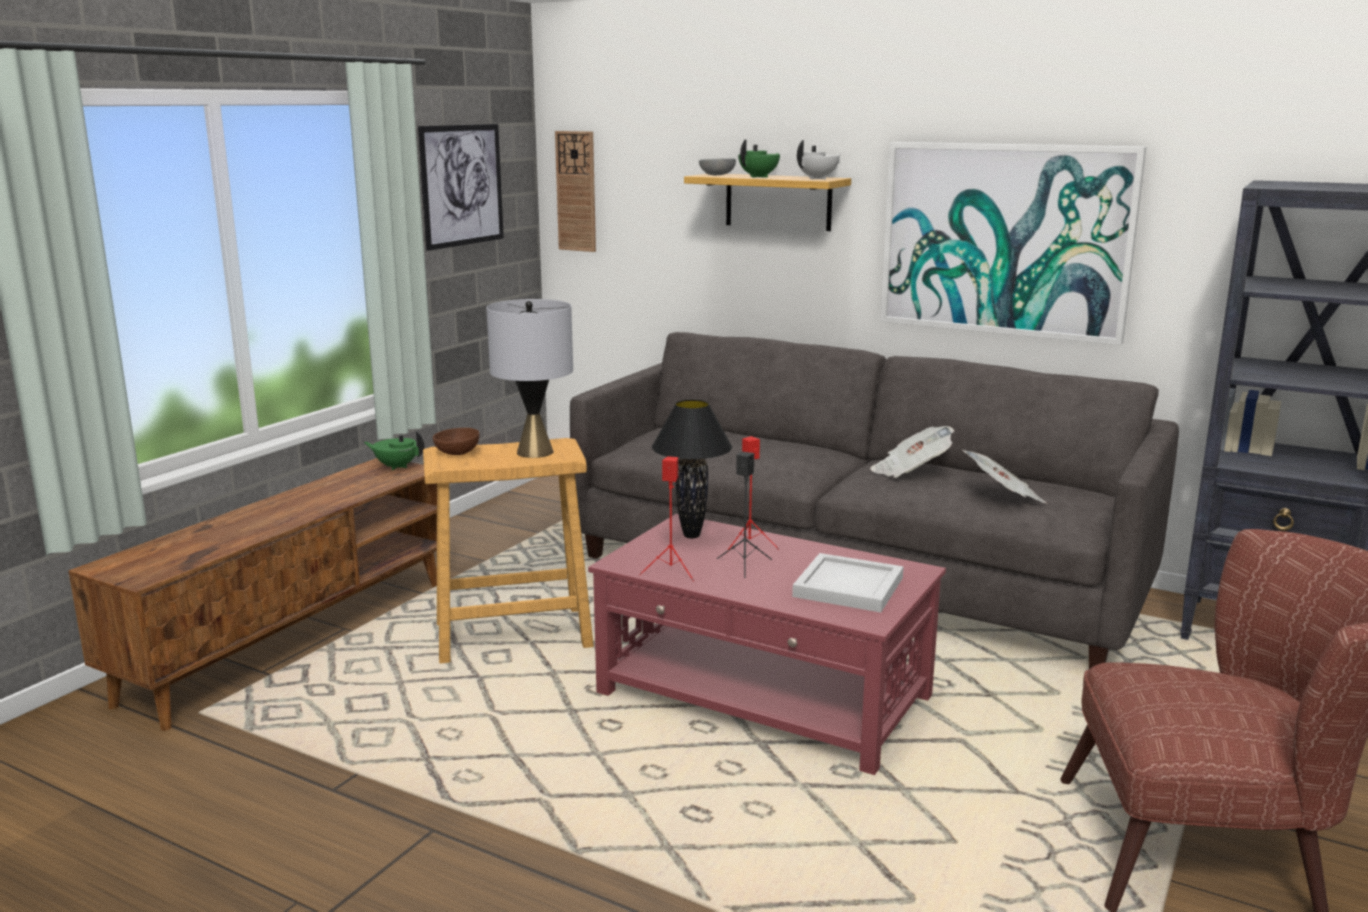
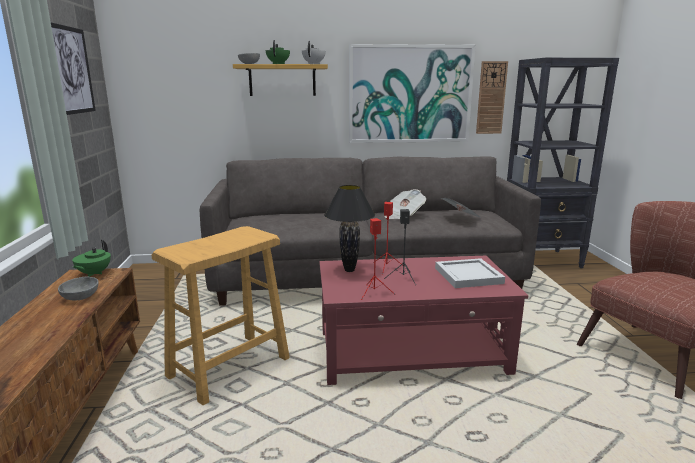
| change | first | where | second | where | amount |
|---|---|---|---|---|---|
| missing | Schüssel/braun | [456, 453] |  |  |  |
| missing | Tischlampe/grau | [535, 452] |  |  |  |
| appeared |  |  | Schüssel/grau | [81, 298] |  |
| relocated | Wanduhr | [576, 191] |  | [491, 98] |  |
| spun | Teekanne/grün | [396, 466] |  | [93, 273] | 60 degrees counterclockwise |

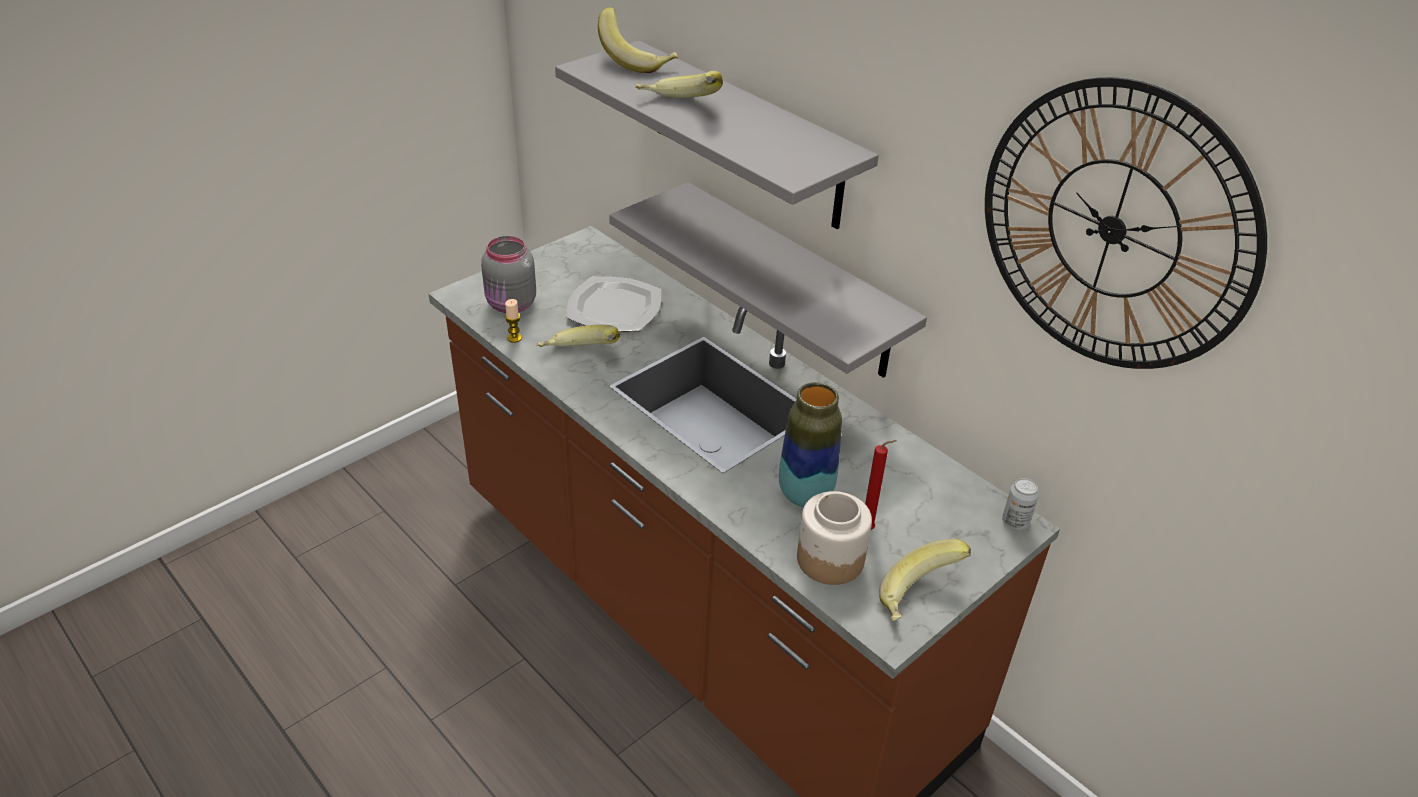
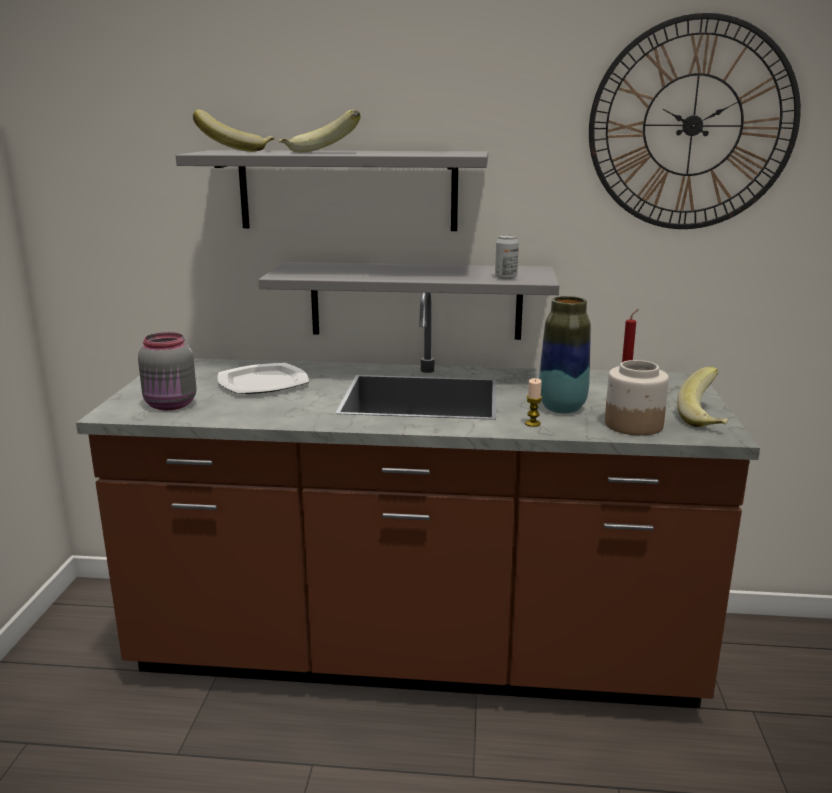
| change | first | where | second | where | amount |
|---|---|---|---|---|---|
| missing | Banane | [579, 357] |  |  |  |
| relocated | Kerze | [514, 338] |  | [532, 424] |  |
| relocated | Dose | [1015, 522] |  | [506, 277] |  |

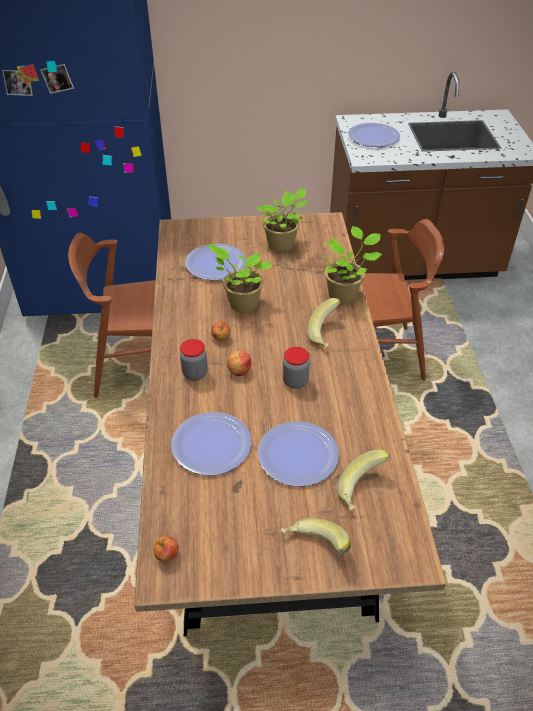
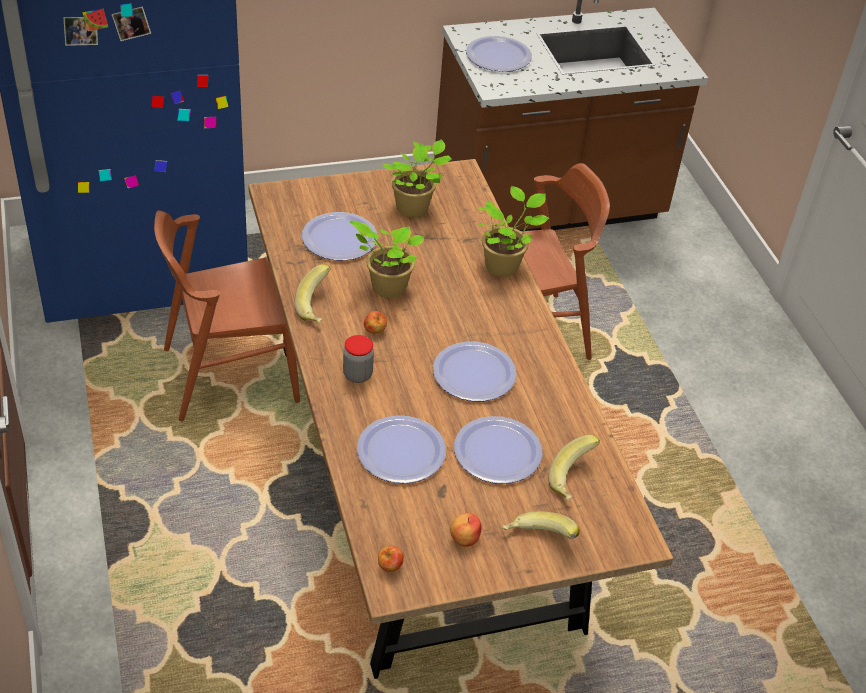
| change | first | where | second | where | amount |
|---|---|---|---|---|---|
| relocated | Apfel | [239, 371] |  | [464, 538] |  |
| relocated | Banane | [326, 334] |  | [317, 307] |  |
| exchanged | Vorratsglas | [295, 381] | Teller | [474, 373] |  |

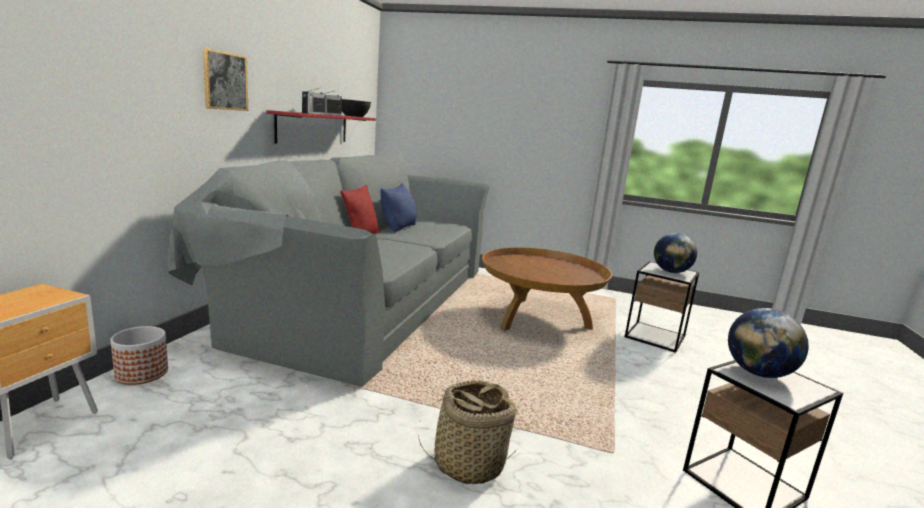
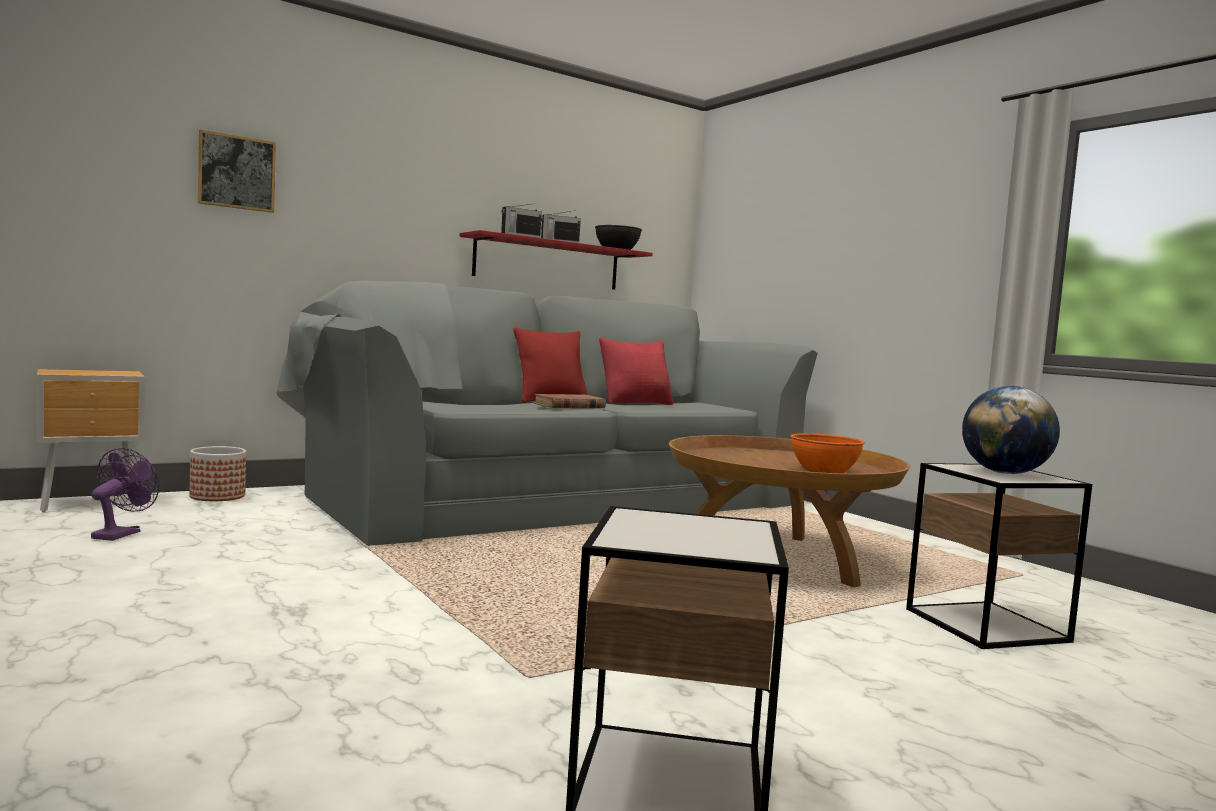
| change | first | where | second | where | amount |
|---|---|---|---|---|---|
| missing | Korb | [468, 463] |  |  |  |
| missing | Globus | [758, 373] |  |  |  |
| appeared |  |  | Ventilator/lila | [120, 534] |  |
| appeared |  |  | Buch/braun | [568, 406] |  |
| appeared |  |  | Schüssel/orange | [824, 470] |  |
| relocated | Bild | [225, 81] |  | [237, 172] |  |
| colour | Kissen/blau | [398, 227] | Kissen/rot | [636, 403] |  |

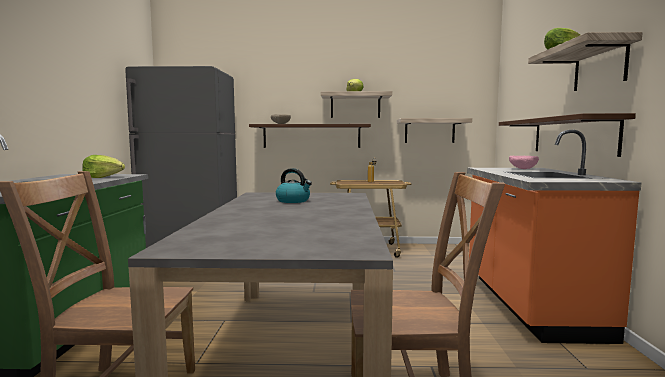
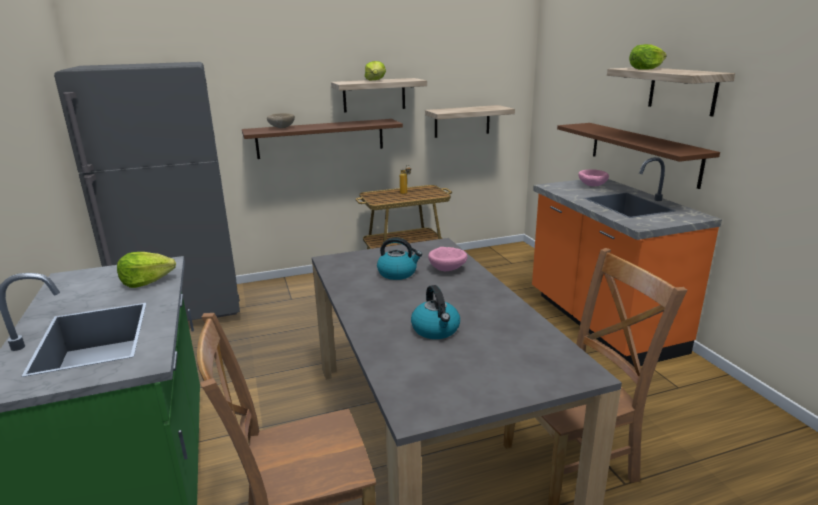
| change | first | where | second | where | amount |
|---|---|---|---|---|---|
| appeared |  |  | Wasserkessel | [436, 330] |  |
| appeared |  |  | Schüssel/rosa | [448, 269] |  |

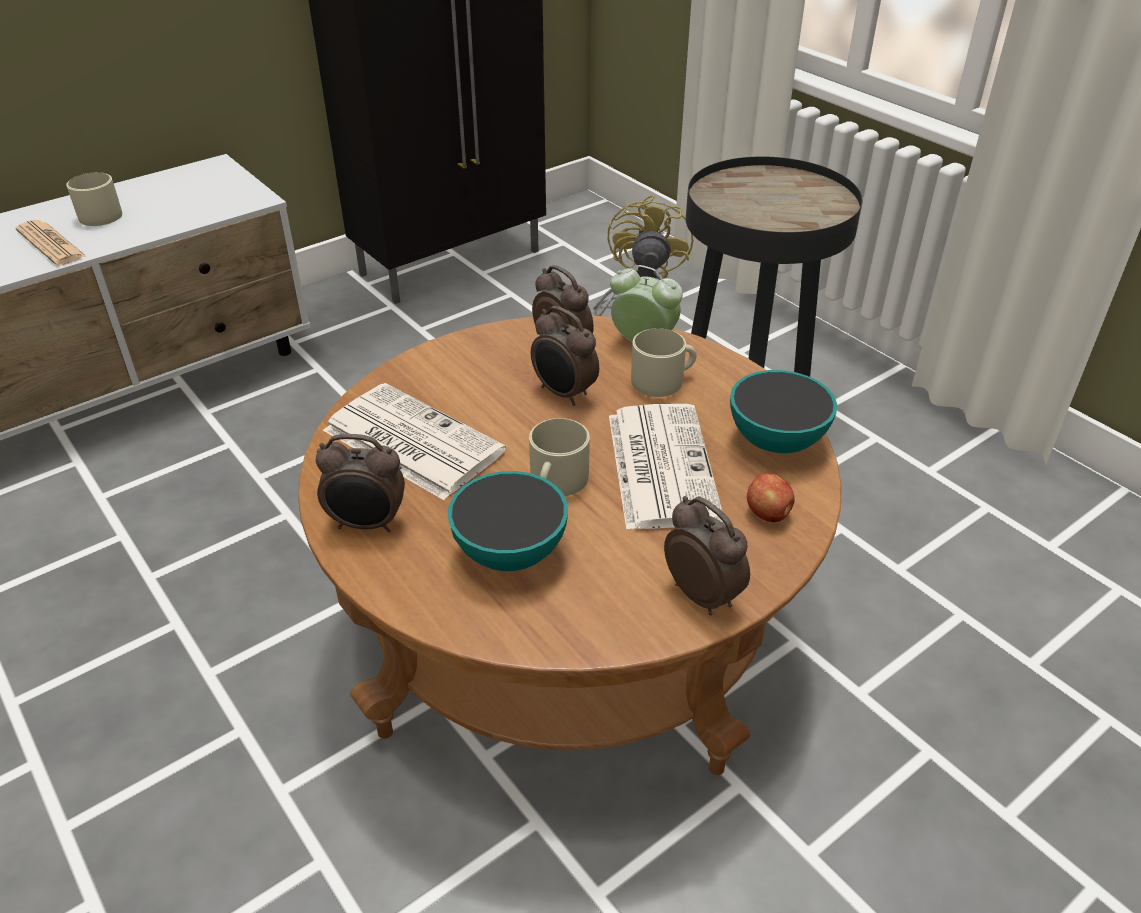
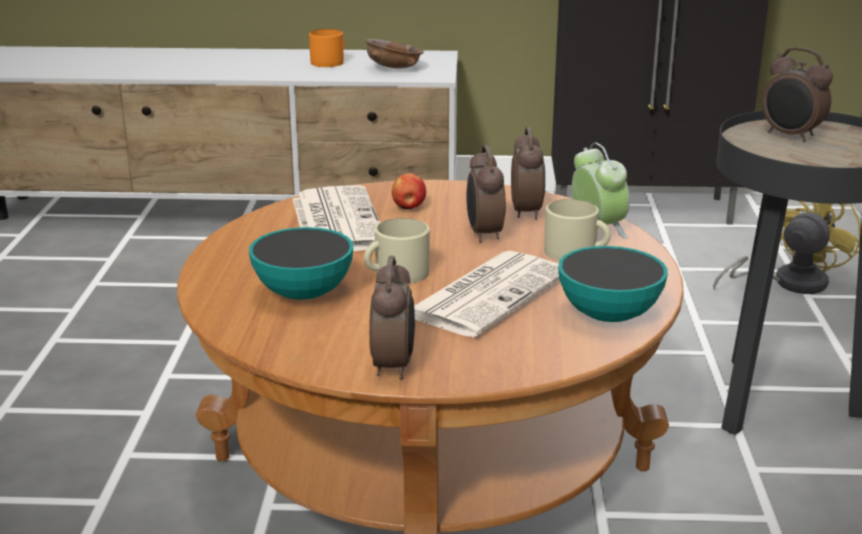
| change | first | where | second | where | amount |
|---|---|---|---|---|---|
| missing | Zeitung | [51, 244] |  |  |  |
| appeared |  |  | Schüssel/braun | [393, 68] |  |
| relocated | Wecker | [367, 524] |  | [790, 136] |  |
| relocated | Apfel | [768, 514] |  | [408, 207] |  |
| colour | Henkelbecher/beige | [102, 213] | Henkelbecher/orange | [330, 62] |  |

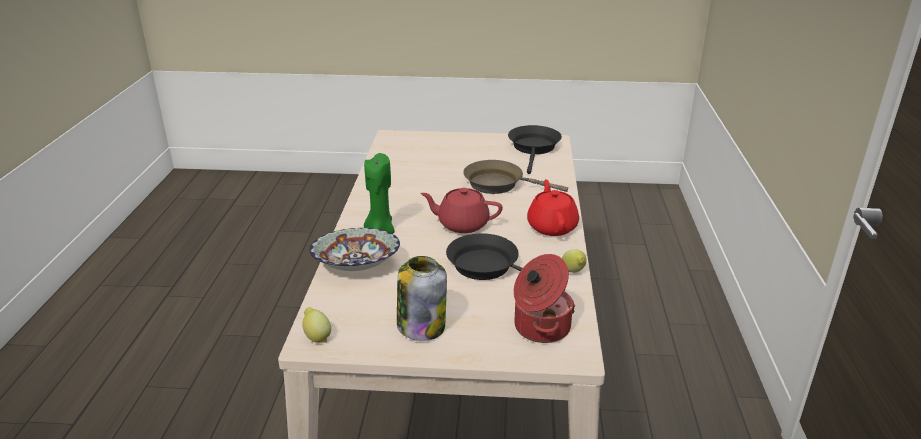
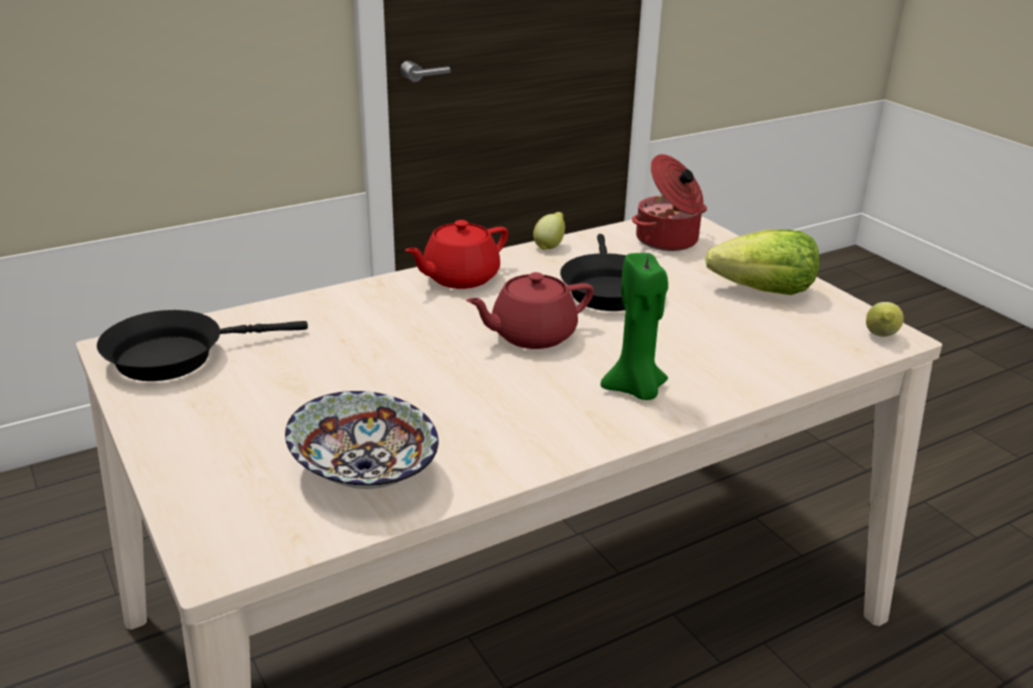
| change | first | where | second | where | amount |
|---|---|---|---|---|---|
| missing | Pfanne/braun | [498, 184] |  |  |  |
| relocated | Schüssel | [356, 267] |  | [365, 472] |  |
| exchanged | Vorratsglas | [421, 325] | Salatkopf | [764, 291] |  |
| spun | Teekanne/rot | [462, 224] |  | [531, 335] | 90 degrees clockwise |

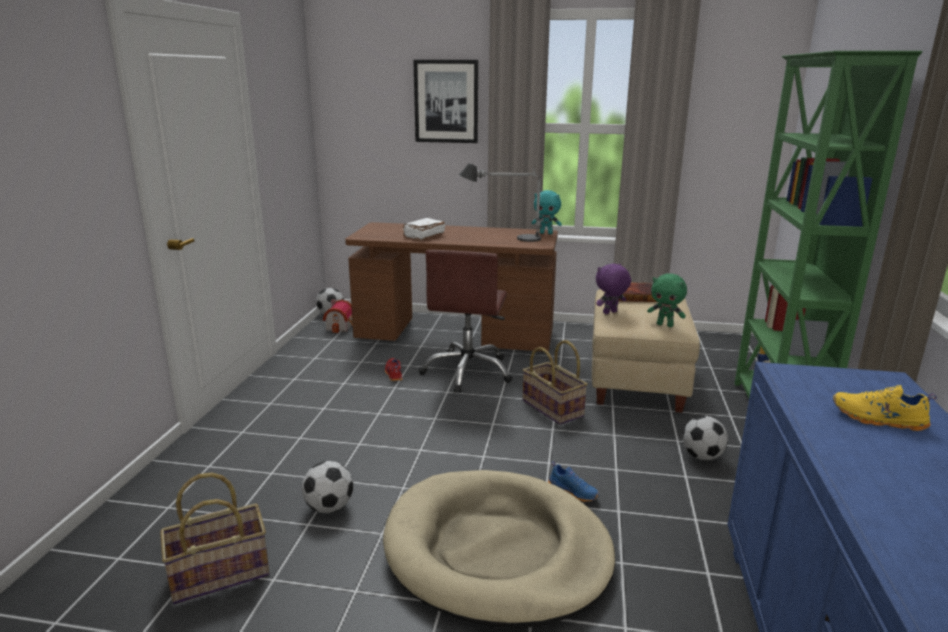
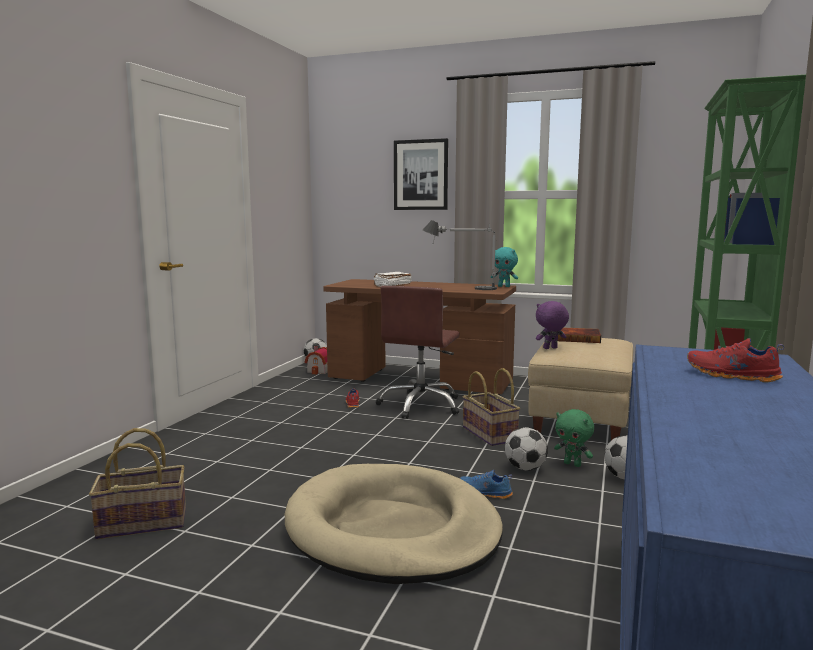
| change | first | where | second | where | amount |
|---|---|---|---|---|---|
| relocated | Fußball | [329, 507] |  | [525, 468] |  |
| relocated | Plüschtier/grün | [665, 325] |  | [573, 464] |  |
| colour | Schuh/gelb | [878, 420] | Schuh/rot | [731, 376] |  |
| spun | Schuh/blau | [573, 491] |  | [484, 493] | 150 degrees clockwise |

